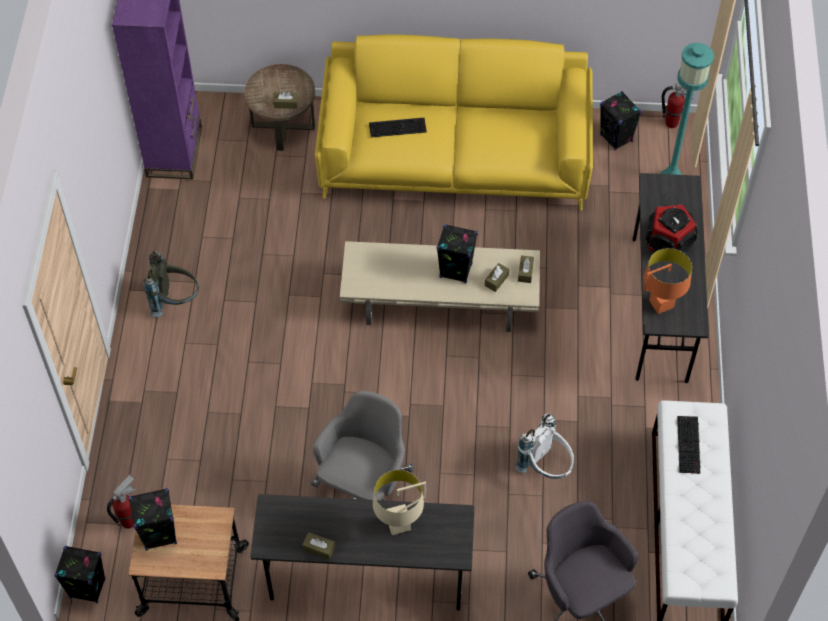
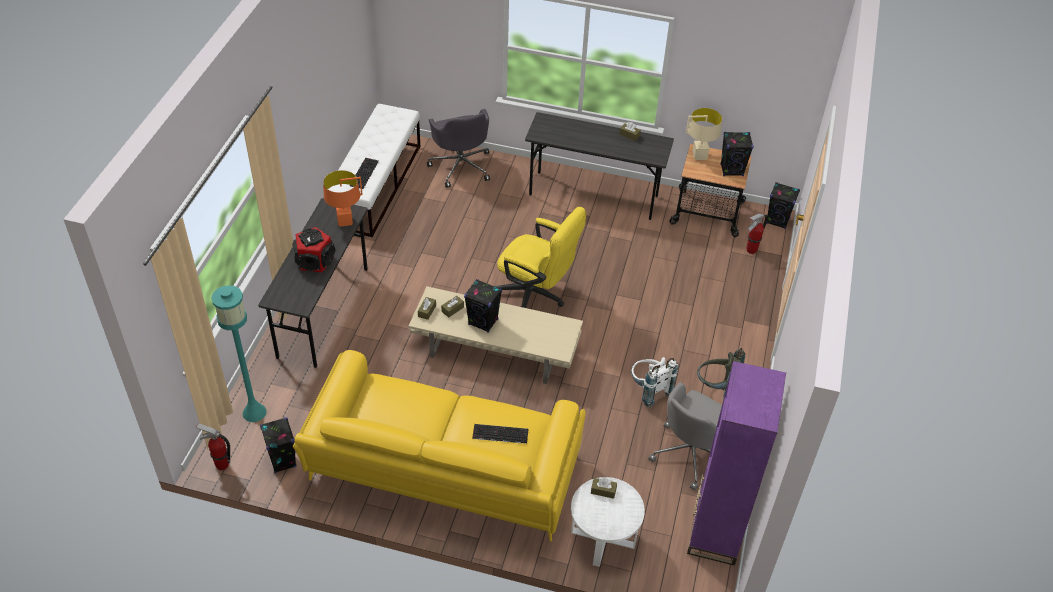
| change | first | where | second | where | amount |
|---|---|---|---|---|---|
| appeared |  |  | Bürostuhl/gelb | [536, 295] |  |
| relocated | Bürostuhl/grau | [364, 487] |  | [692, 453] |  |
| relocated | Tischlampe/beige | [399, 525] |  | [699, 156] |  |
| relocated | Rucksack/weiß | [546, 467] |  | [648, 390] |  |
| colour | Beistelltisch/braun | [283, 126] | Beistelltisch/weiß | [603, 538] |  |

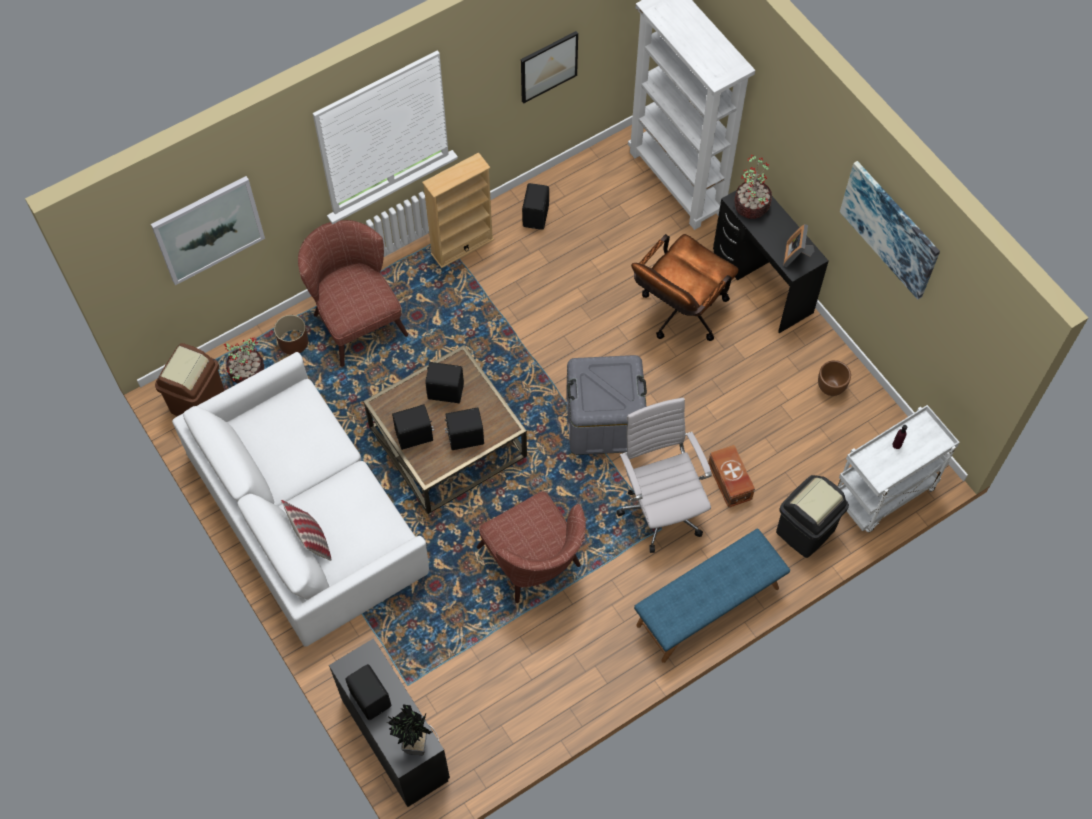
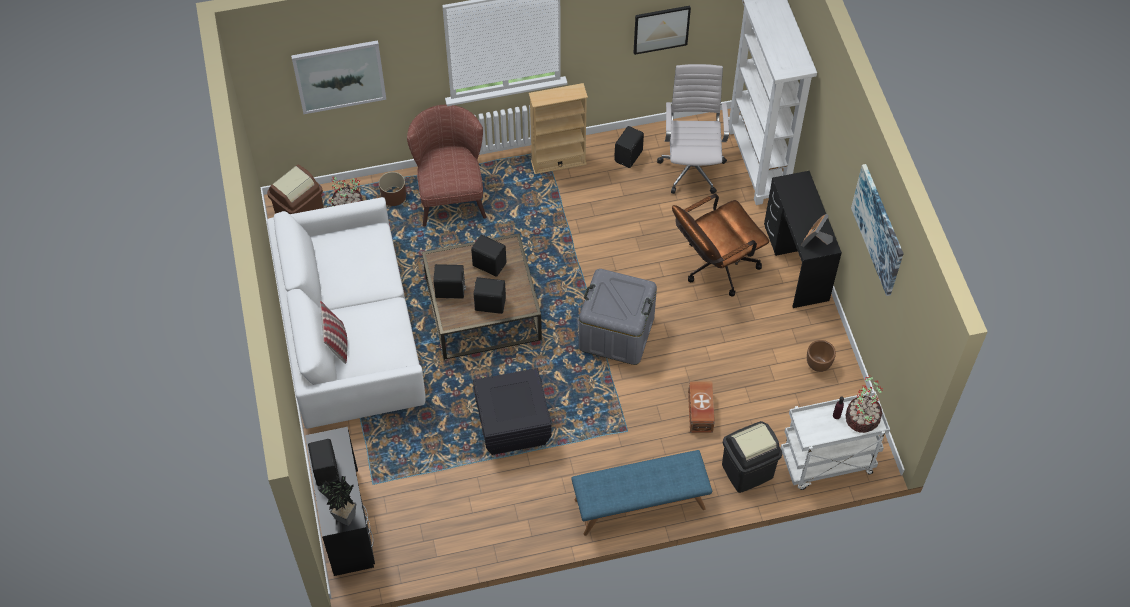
| change | first | where | second | where | amount |
|---|---|---|---|---|---|
| relocated | Bürostuhl/weiß | [660, 508] |  | [692, 167] |  |
| relocated | Topfpflanze | [751, 204] |  | [862, 418] |  |
| exchanged | Sessel/braun | [535, 565] | Aufbewahrungsbox/schwarz | [512, 426] |  |

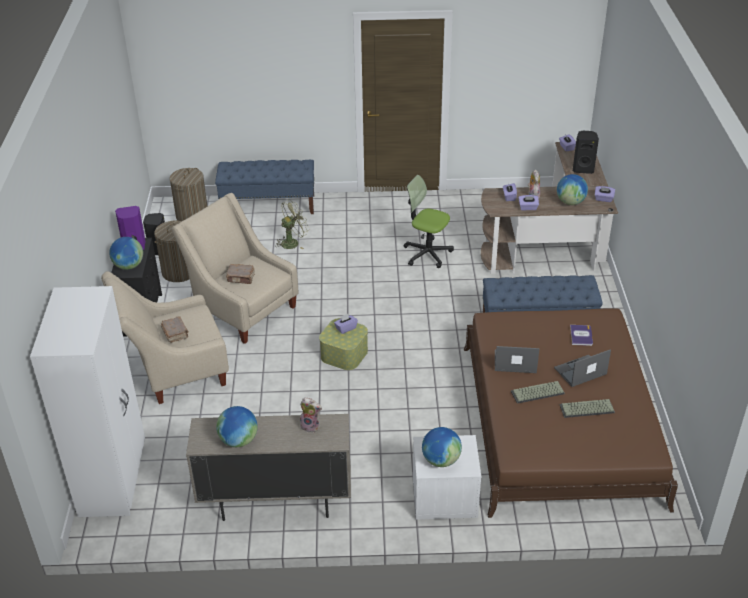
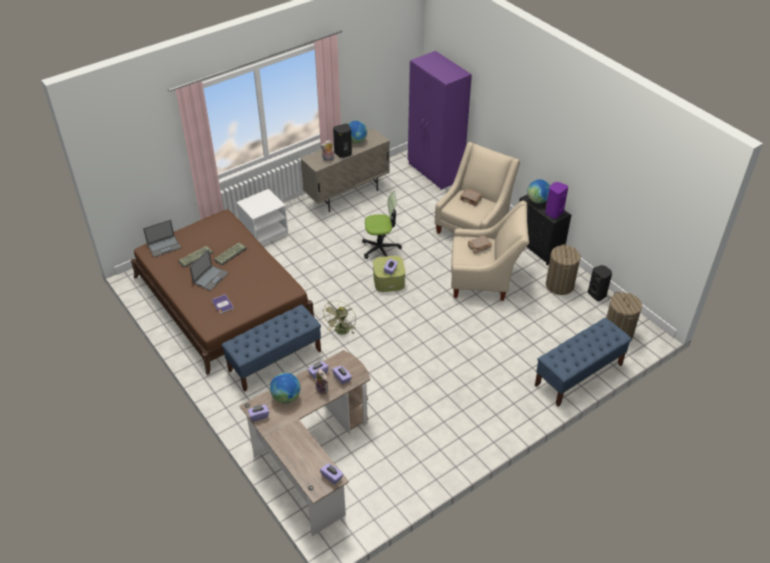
| change | first | where | second | where | amount |
|---|---|---|---|---|---|
| missing | Globus | [441, 460] |  |  |  |
| relocated | Ventilator/grün | [293, 242] |  | [341, 332] |  |
| relocated | Bürostuhl | [427, 253] |  | [380, 249] |  |
| relocated | Laptop | [514, 362] |  | [164, 246] |  |
| relocated | Lautsprecher/schwarz | [583, 169] |  | [343, 153] |  |
| colour | Kleiderschrank/weiß | [114, 478] | Kleiderschrank/lila | [435, 172] |  |

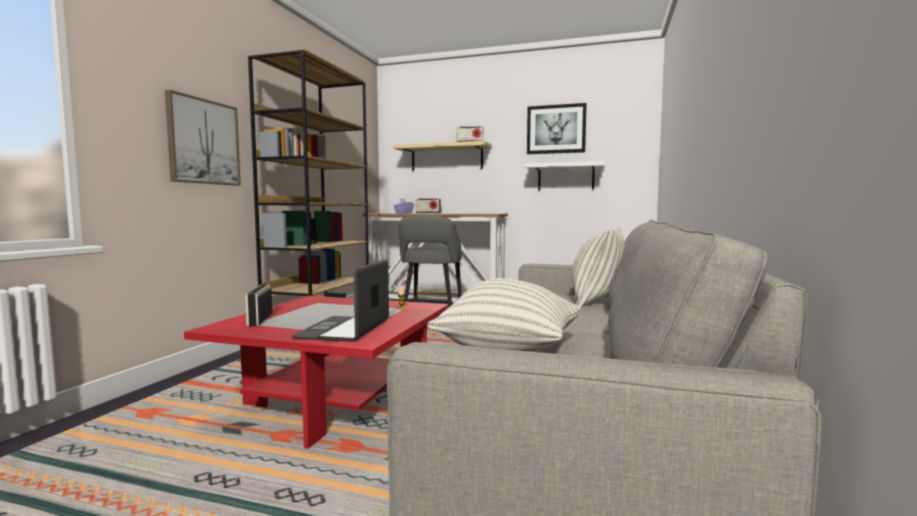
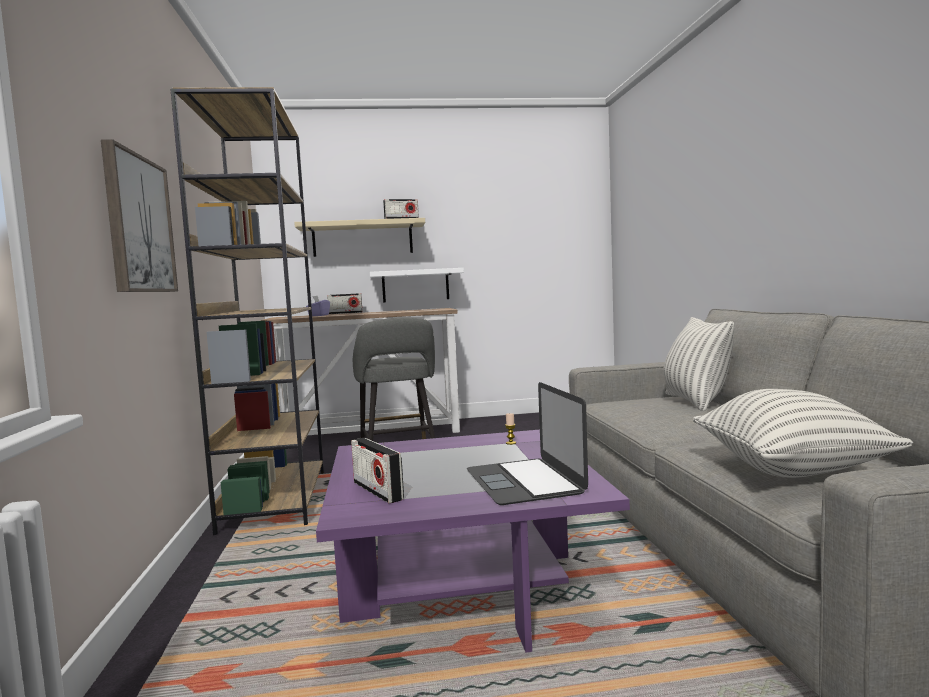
| change | first | where | second | where | amount |
|---|---|---|---|---|---|
| missing | Bild | [556, 129] |  |  |  |
| relocated | Wandregal/weiß | [566, 177] |  | [415, 285] |  |
| colour | Couchtisch/rot | [335, 404] | Couchtisch/lila | [463, 587] |  |

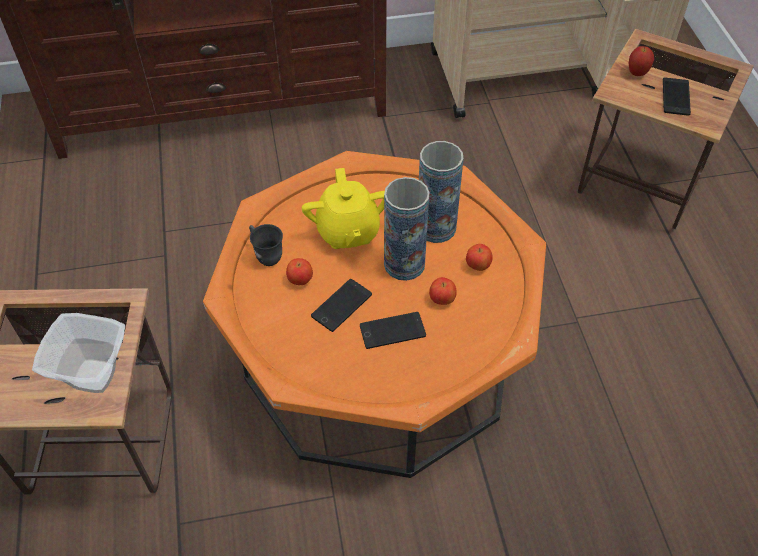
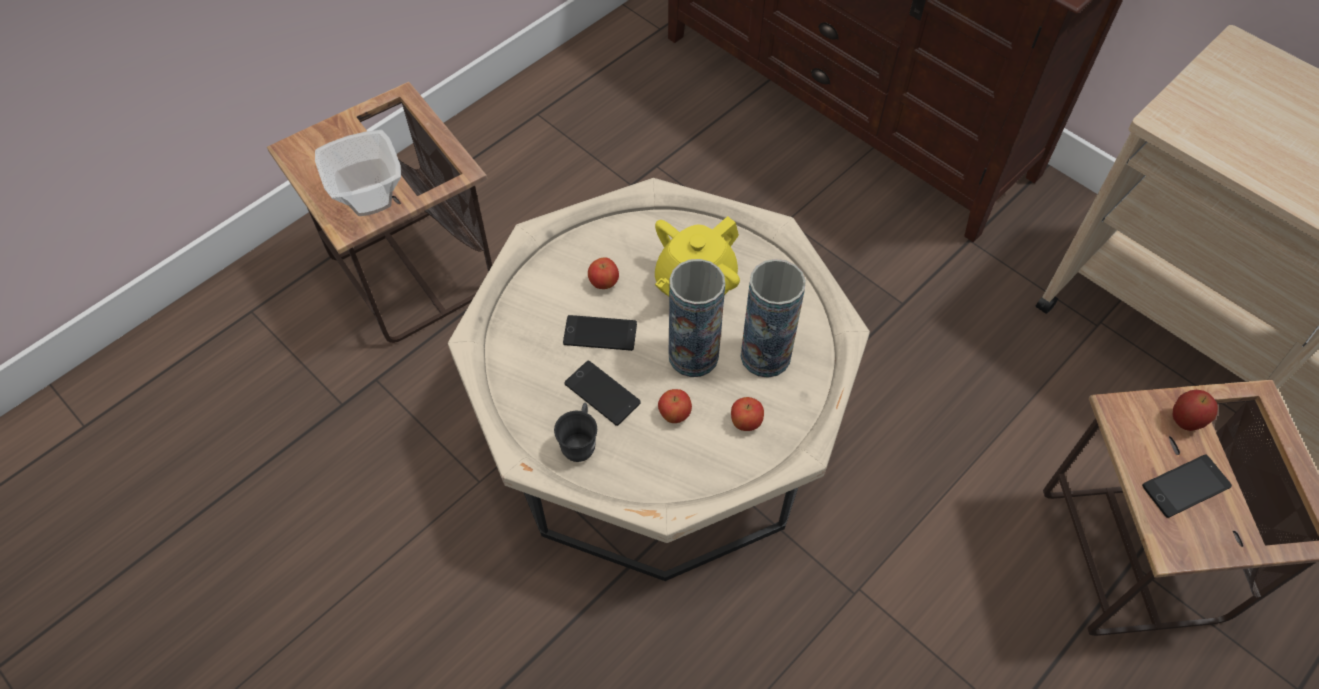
| change | first | where | second | where | amount |
|---|---|---|---|---|---|
| relocated | Henkelbecher/grau | [266, 255] |  | [580, 443] |  |
| colour | Couchtisch/orange | [379, 354] | Couchtisch/beige | [659, 425] |  |

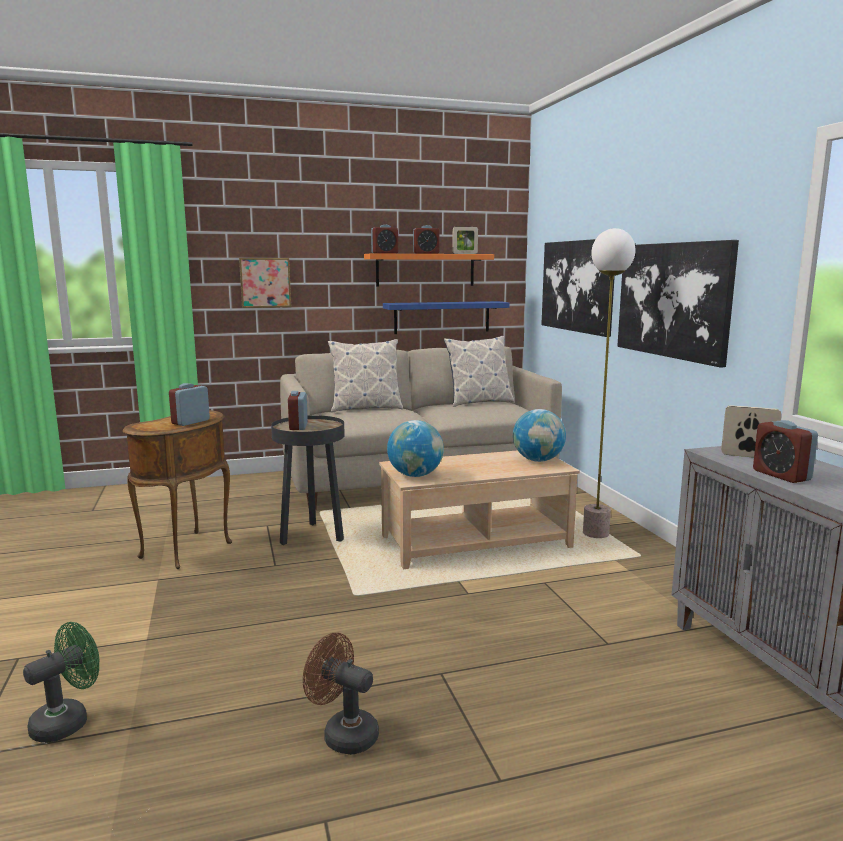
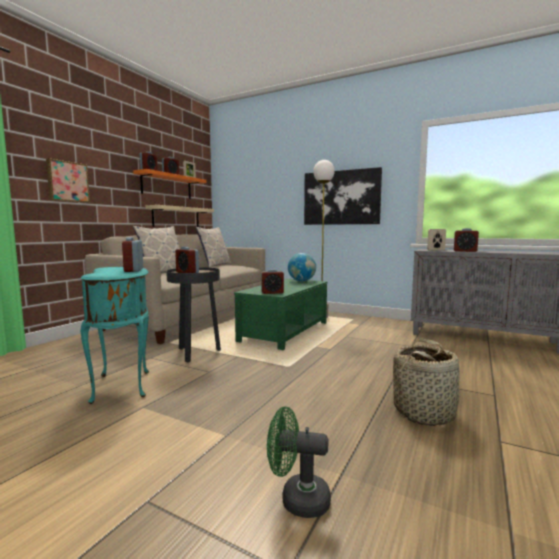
| change | first | where | second | where | amount |
|---|---|---|---|---|---|
| missing | Bild | [577, 286] |  |  |  |
| exchanged | Ventilator/braun | [343, 733] | Korb | [424, 412] |  |
| exchanged | Globus | [415, 475] | Wecker | [272, 292] |  |
| colour | Beistelltisch/braun | [189, 551] | Beistelltisch/türkis | [124, 386] |  |
| colour | Couchtisch/beige | [475, 541] | Couchtisch/grün | [284, 332] |  |
| colour | Wandregal/blau | [442, 317] | Wandregal/beige | [176, 217] |  |
| spun | Ventilator/grün | [68, 721] |  | [297, 499] | 75 degrees counterclockwise |

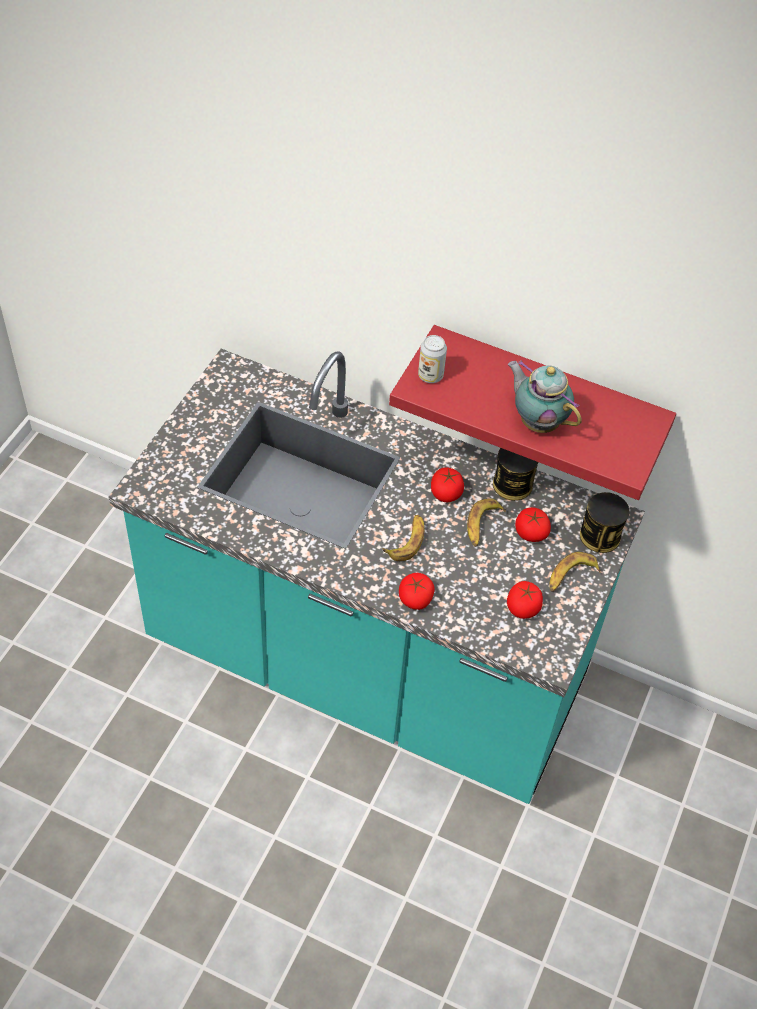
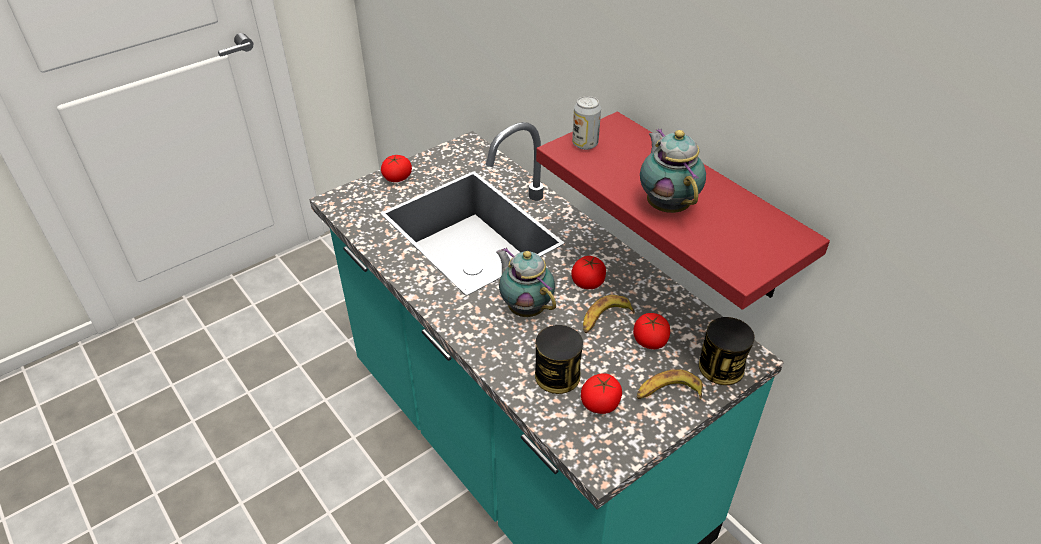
| change | first | where | second | where | amount |
|---|---|---|---|---|---|
| relocated | Tomate | [415, 598] |  | [397, 177] |  |
| relocated | Dose | [512, 484] |  | [557, 376] |  |
| exchanged | Banane | [407, 541] | Teekanne | [525, 307] |  |

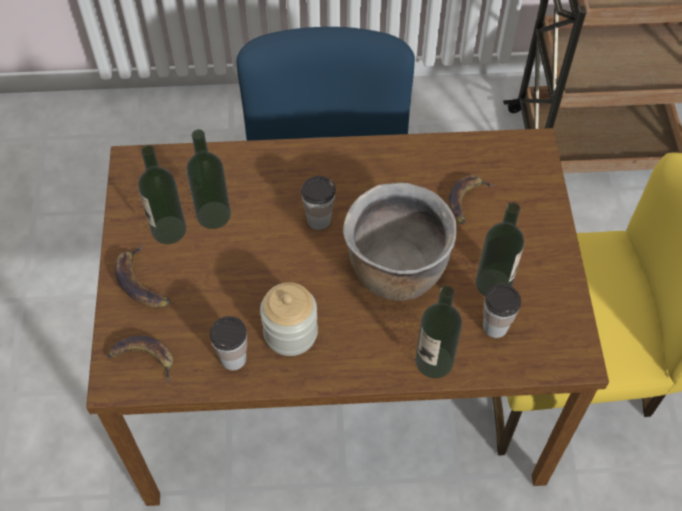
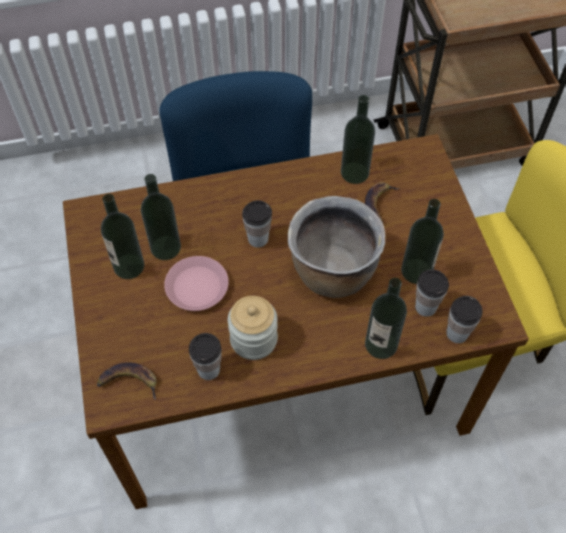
| change | first | where | second | where | amount |
|---|---|---|---|---|---|
| missing | Banane | [140, 282] |  |  |  |
| appeared |  |  | Teller/rosa | [197, 287] |  |
| appeared |  |  | Flasche | [354, 173] |  |
| appeared |  |  | Tasse | [457, 333] |  |

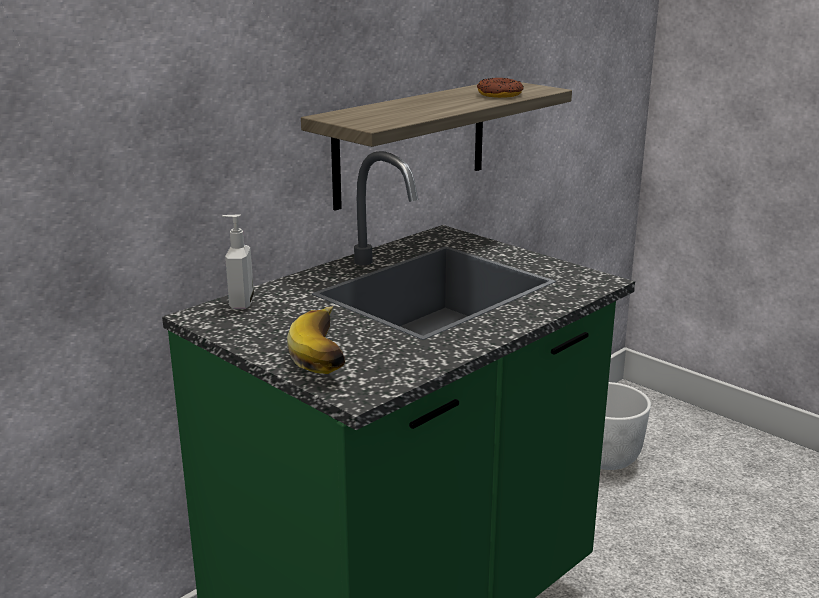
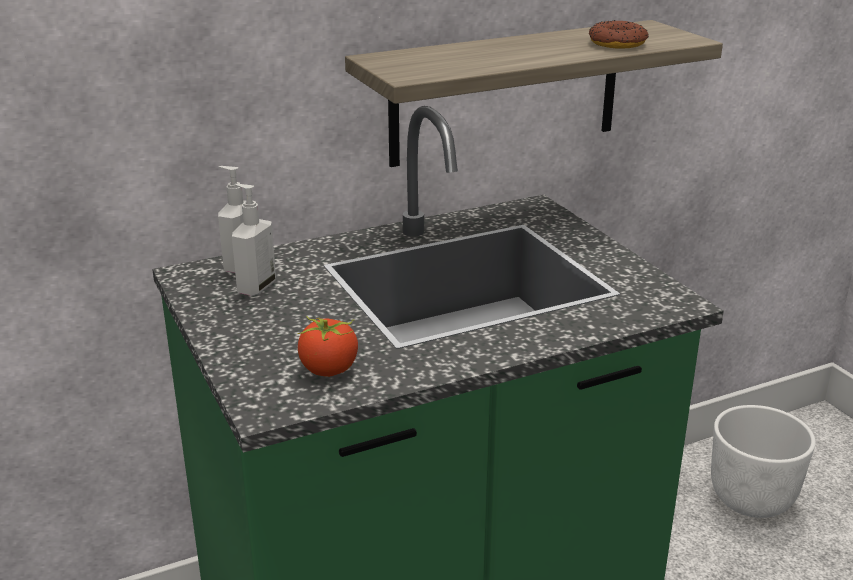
| change | first | where | second | where | amount |
|---|---|---|---|---|---|
| missing | Banane | [330, 356] |  |  |  |
| appeared |  |  | Seifenspender | [255, 287] |  |
| appeared |  |  | Tomate | [329, 369] |  |

